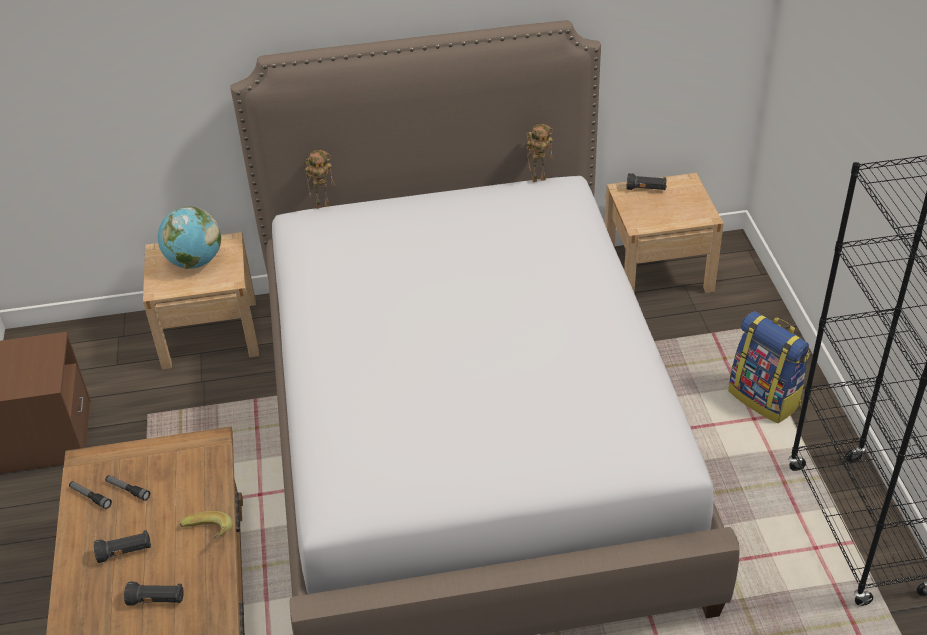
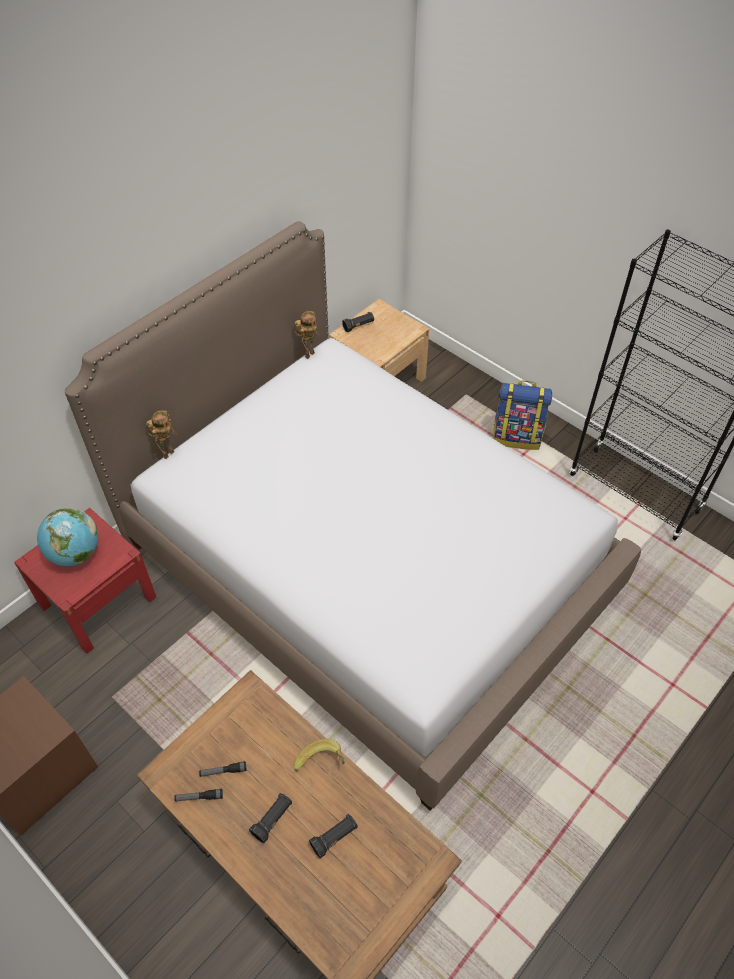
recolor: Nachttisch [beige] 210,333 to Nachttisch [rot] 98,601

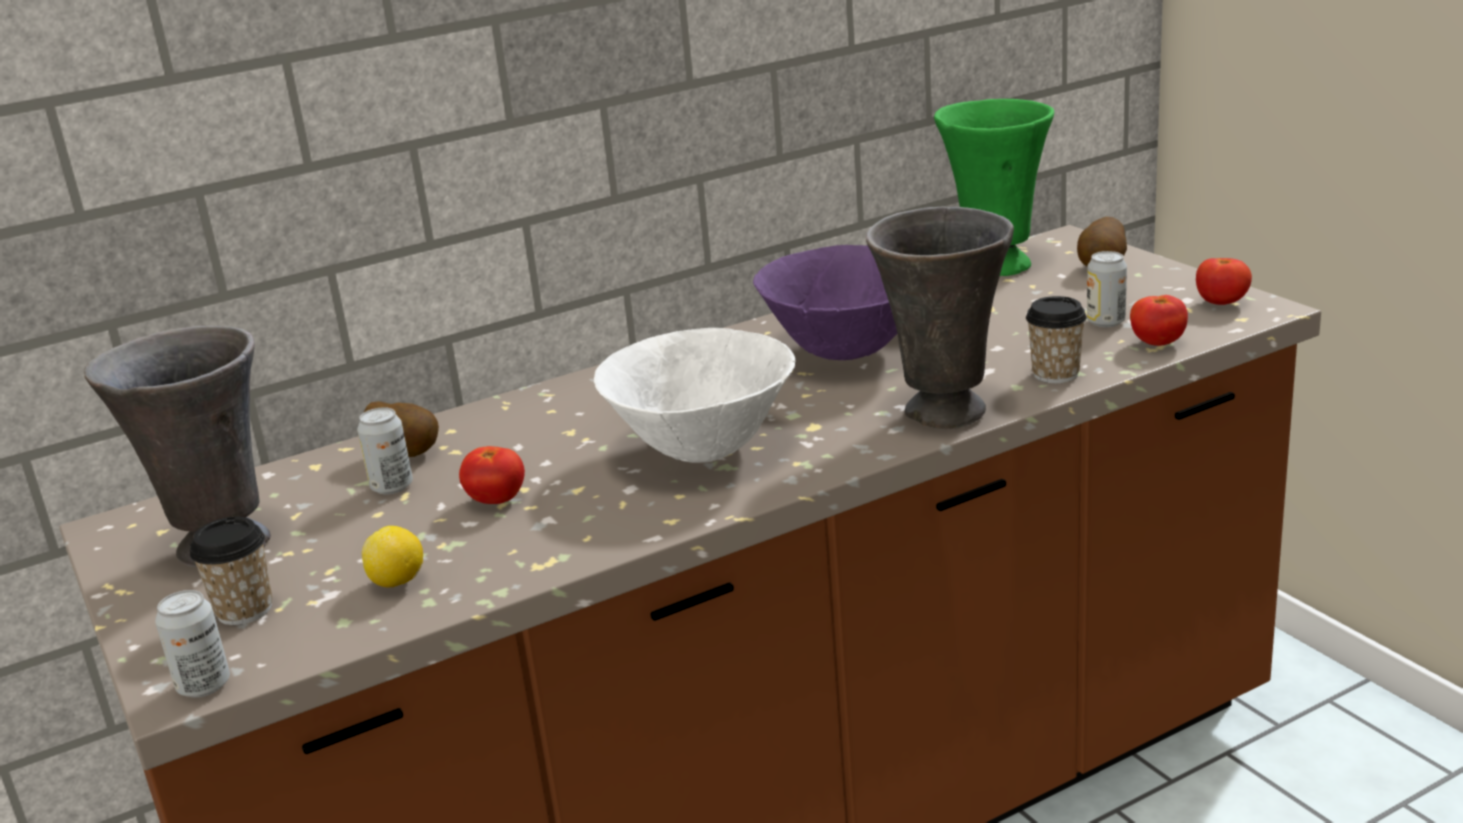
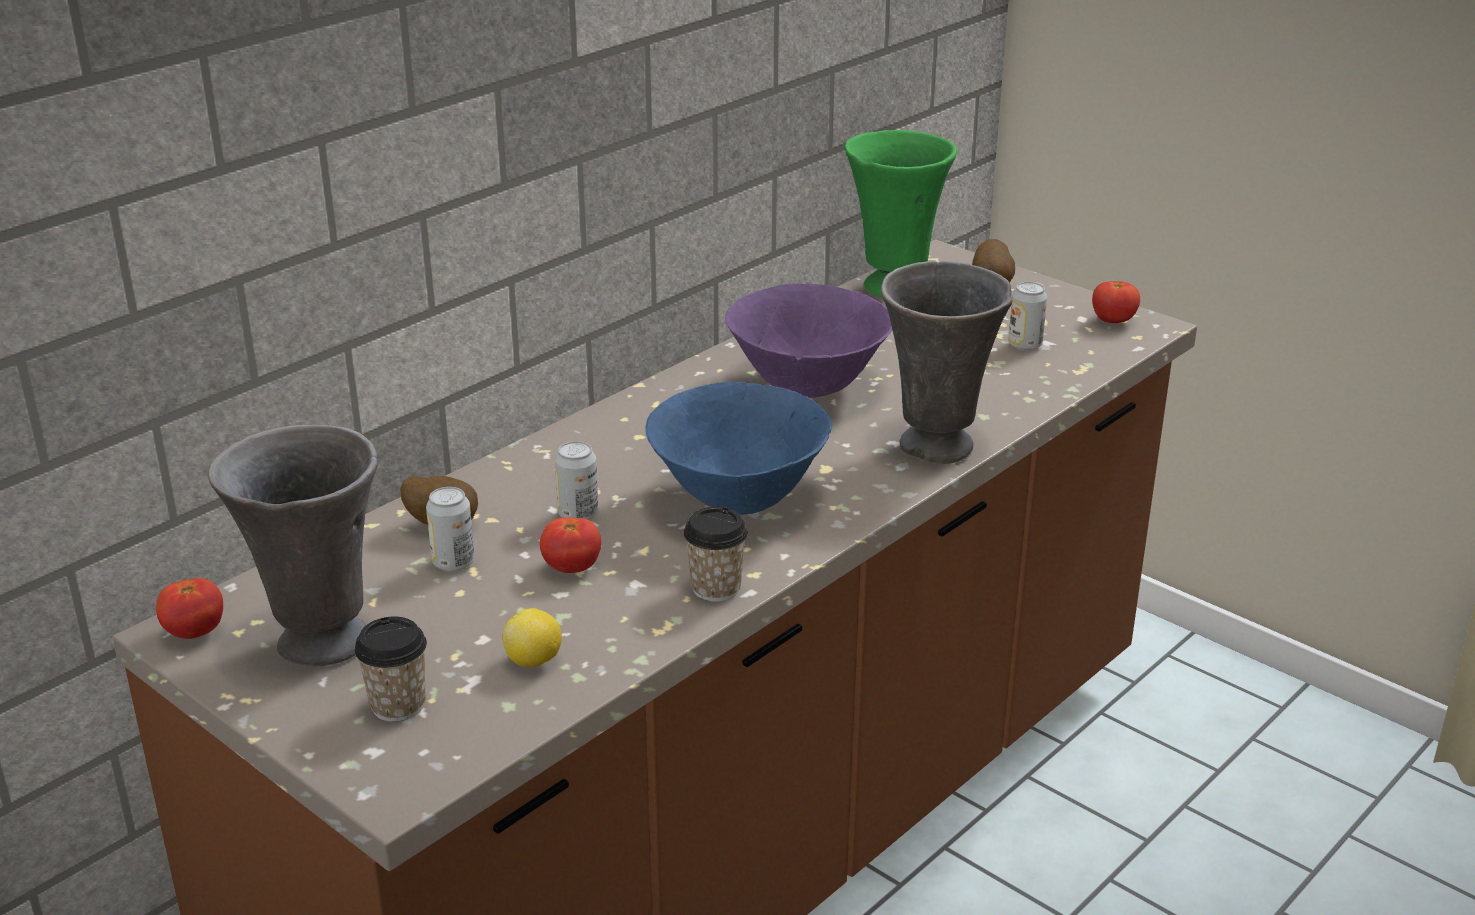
move: Dose 204,685 to 578,514; Tasse 1055,374 to 716,588; Tomate 1157,343 to 195,632
recolor: Schüssel [weiß] 703,450 to Schüssel [blau] 738,500

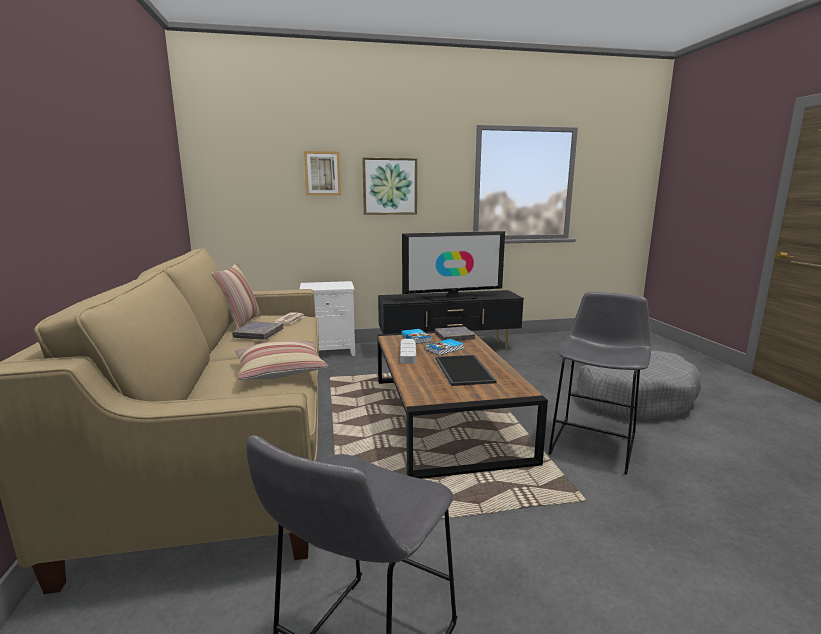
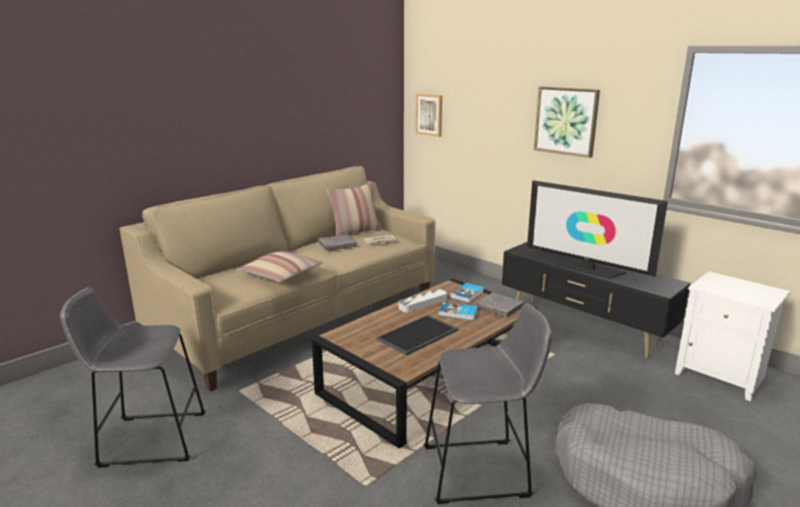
move: Nachttisch [weiß] 330,350 to 721,376; Bild 322,173 to 429,114

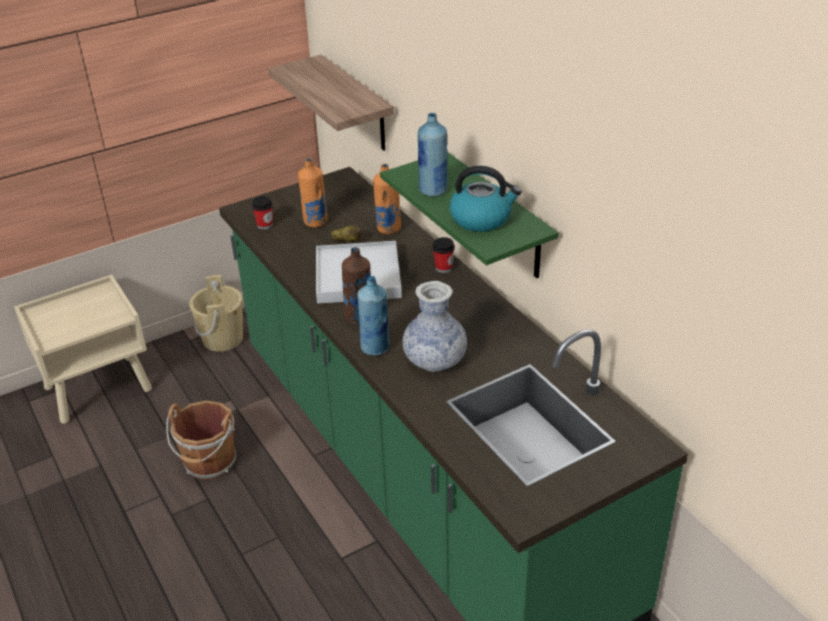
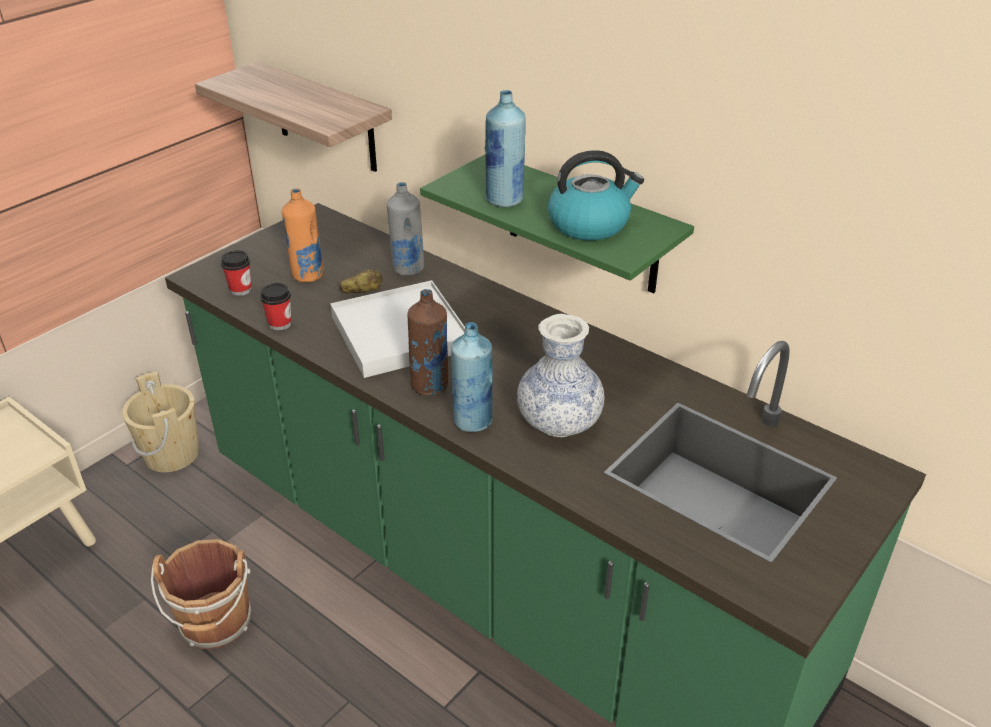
move: Tasse 443,268 to 280,324
recolor: Flasche [orange] 388,228 to Flasche [grau] 407,269

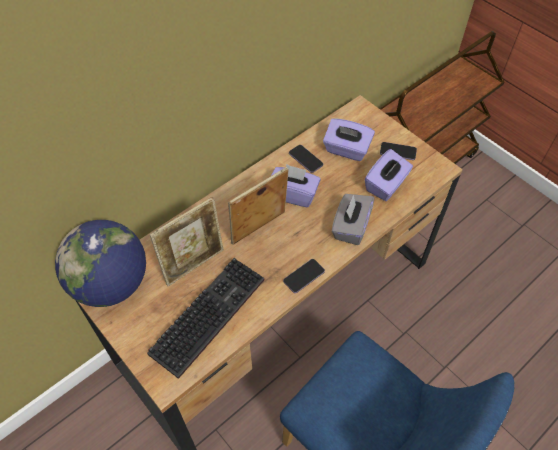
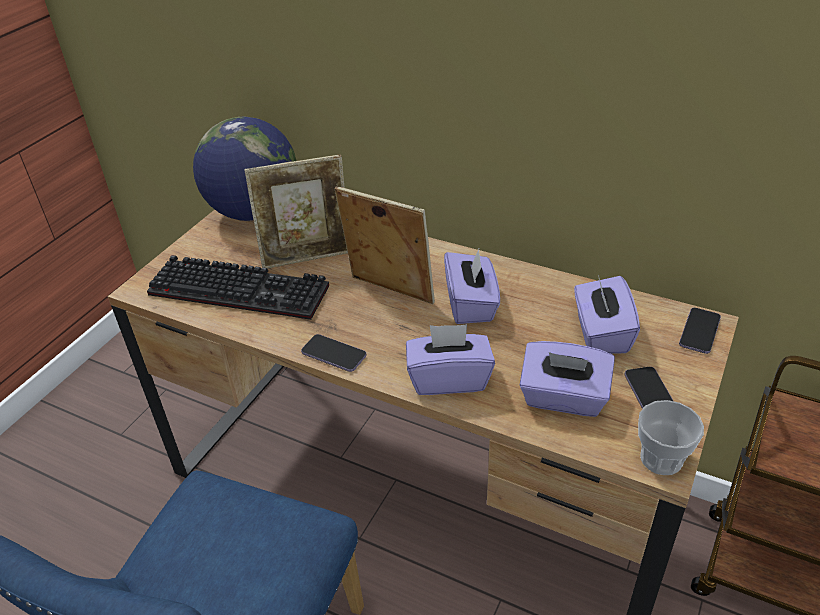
insert: Tasse 661,459
move: Handy 305,159 to 699,332
recolor: Taschentuchbox [grau] 350,227 to Taschentuchbox [lila] 449,378
rotate: Bilderrahmen 194,264 = 307,258 45 degrees counterclockwise

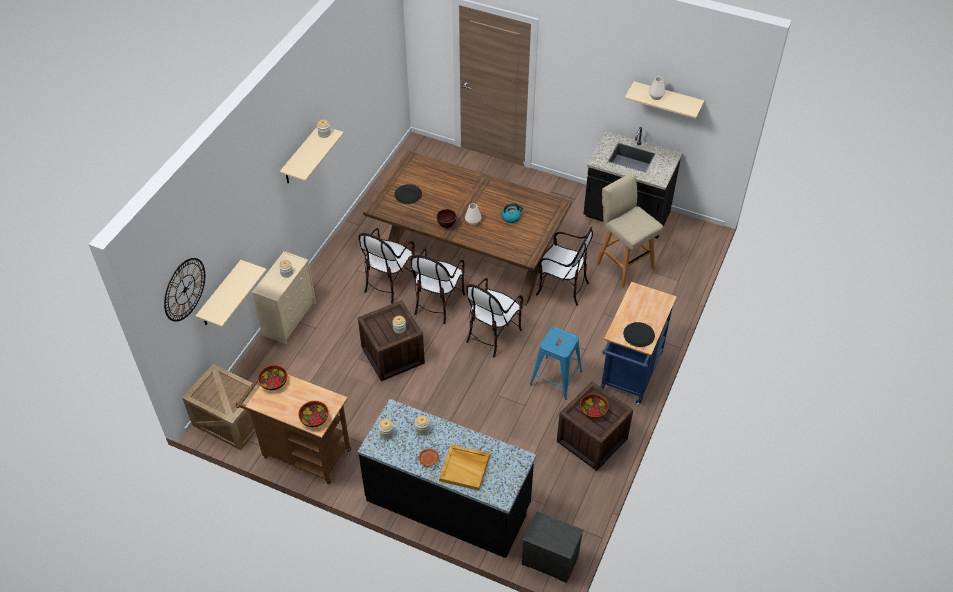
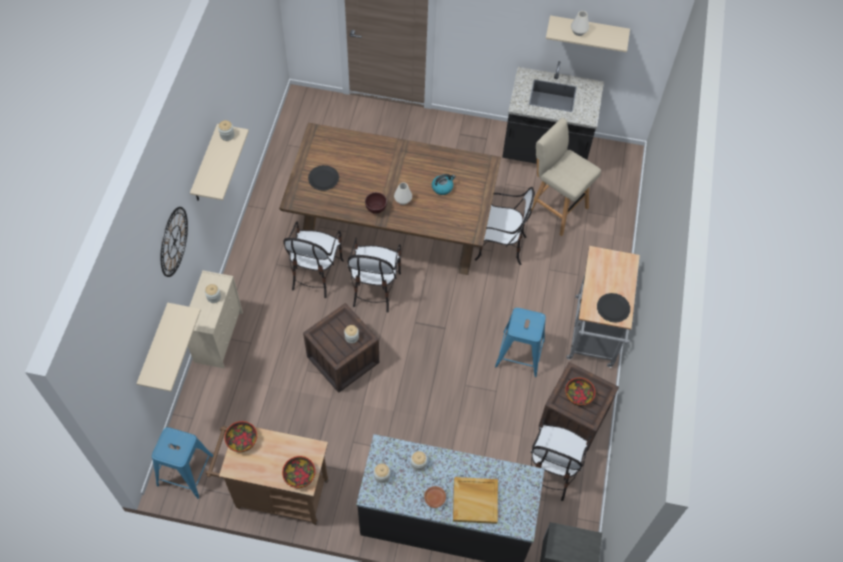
move: Wanduhr 184,289 to 174,241; Stuhl 492,334 to 551,469
replace: Kiste 229,420 to Hocker [blau] 186,471
recolor: Rollwagen [blau] 629,376 to Rollwagen [grau] 593,336

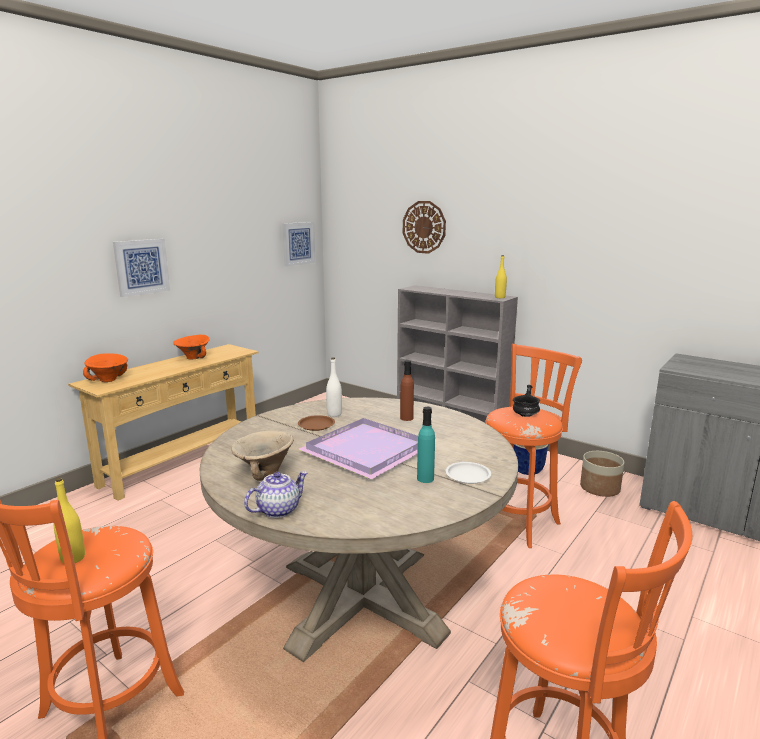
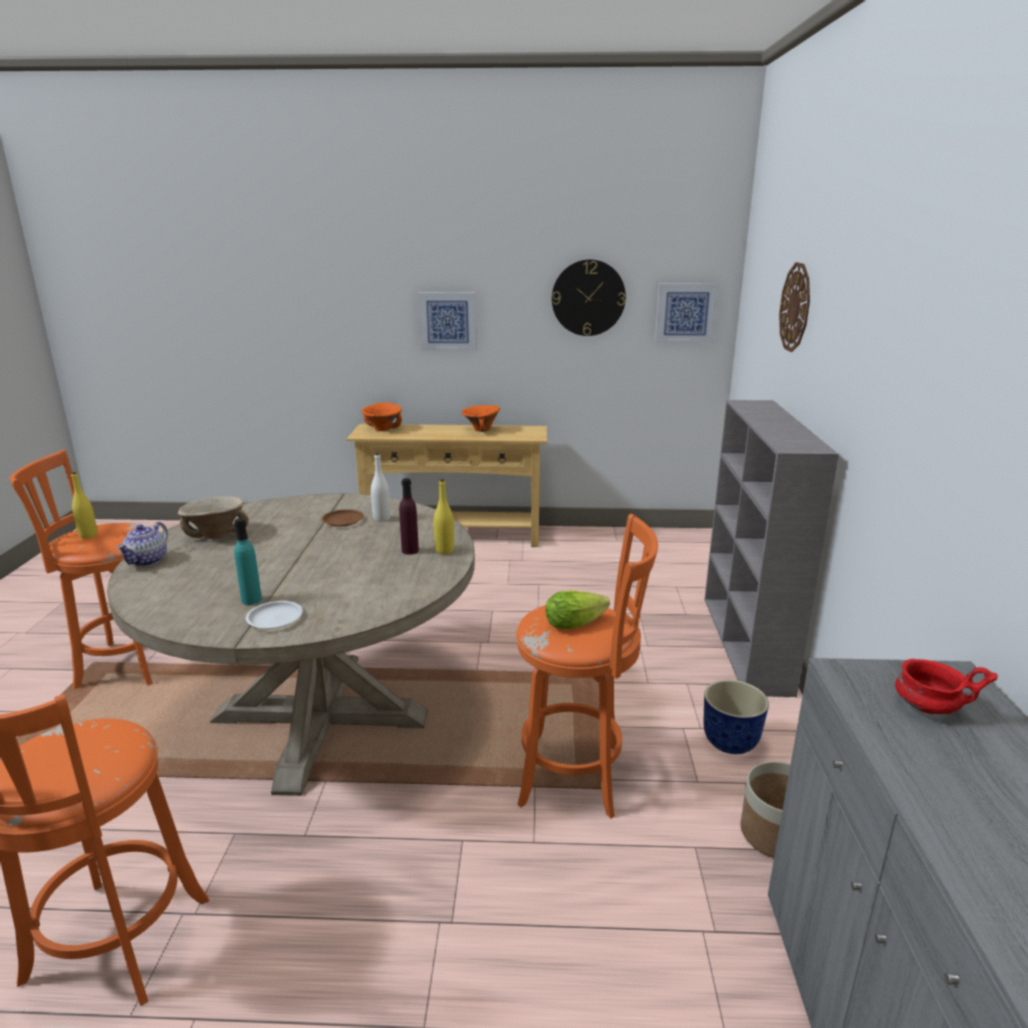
delete: Tablett [lila] 366,449
insert: Wanduhr 588,298; Schüssel [rot] 928,707
move: Flasche [gelb] 500,297 to 444,551
replace: Schüssel [schwarz] 525,414 to Salatkopf 578,622
recolor: Flasche [braun] 406,418 to Flasche [lila] 410,550
rotate: Teekanne 278,510 = 147,561 90 degrees clockwise

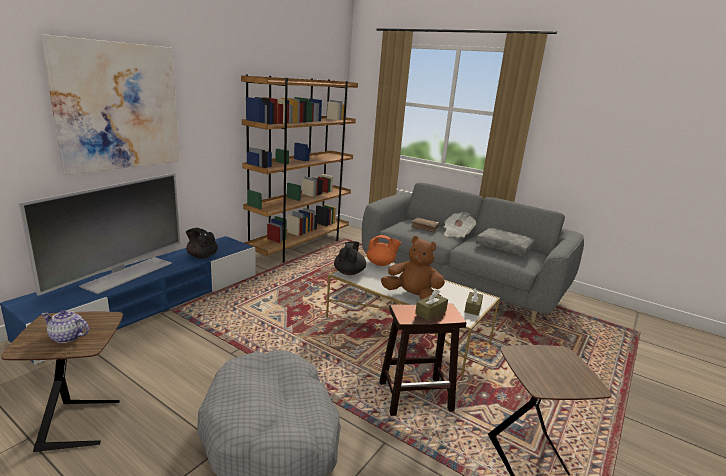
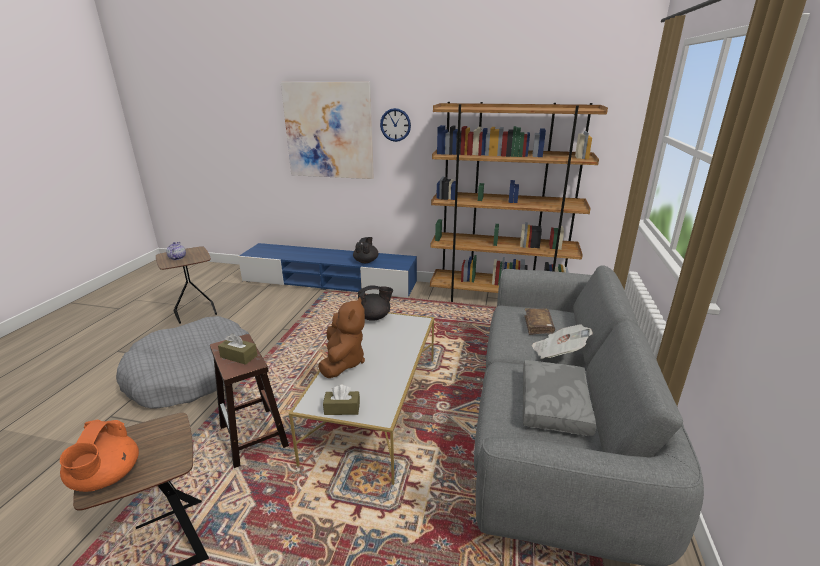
delete: Fernseher 127,274
insert: Wanduhr 395,125
move: Teekanne [orange] 381,264 to 106,478

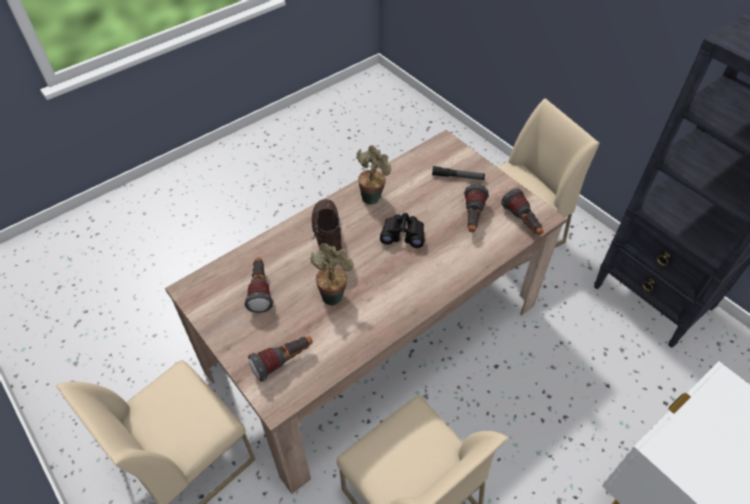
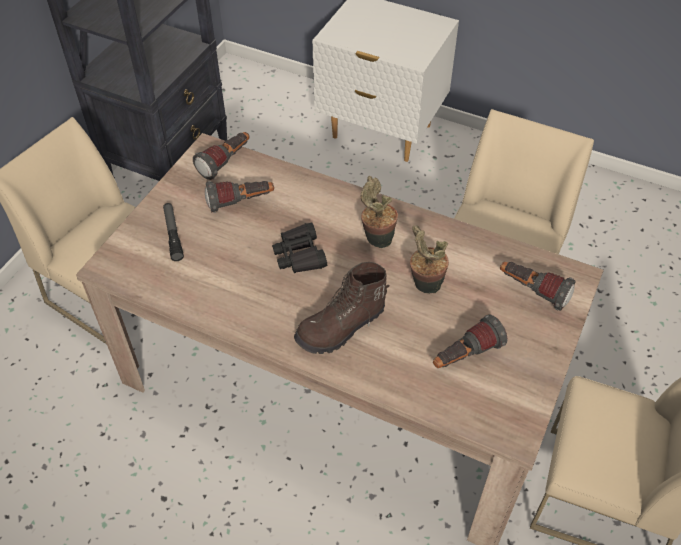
move: Topfpflanze 372,196 to 376,239

